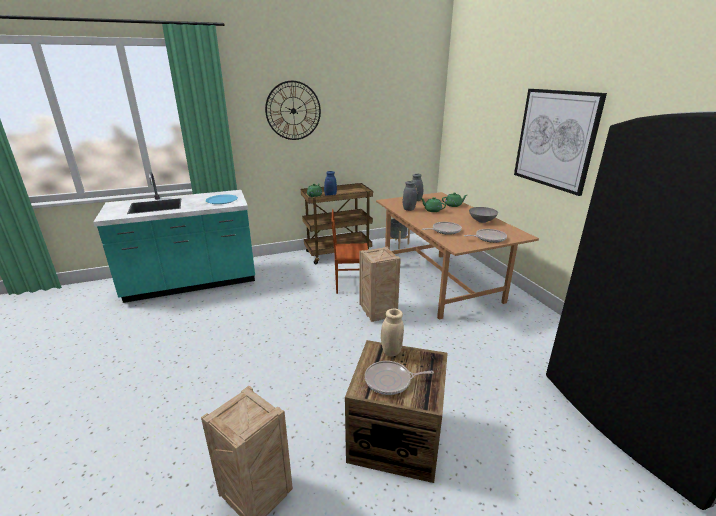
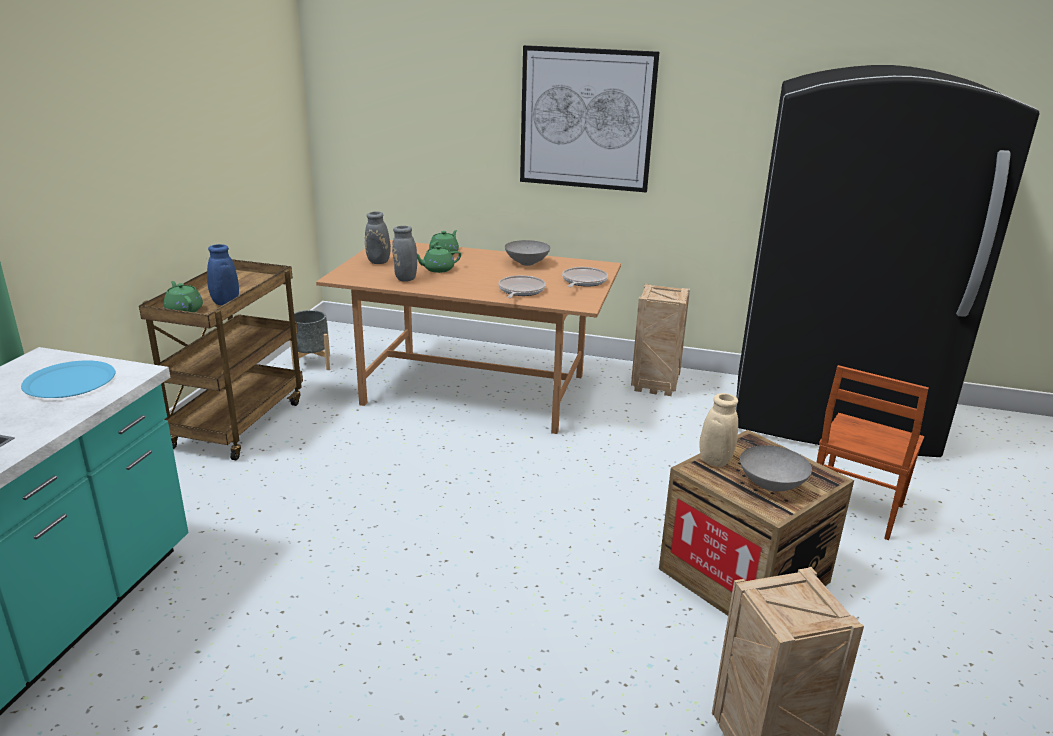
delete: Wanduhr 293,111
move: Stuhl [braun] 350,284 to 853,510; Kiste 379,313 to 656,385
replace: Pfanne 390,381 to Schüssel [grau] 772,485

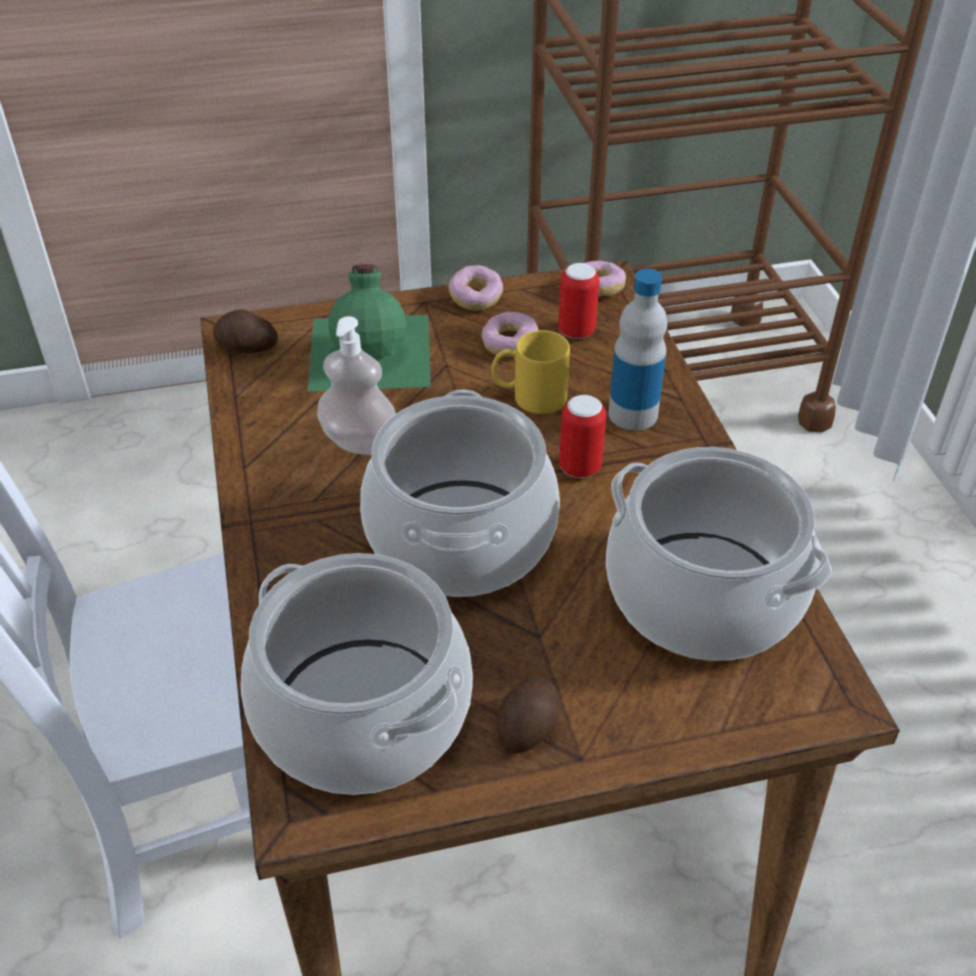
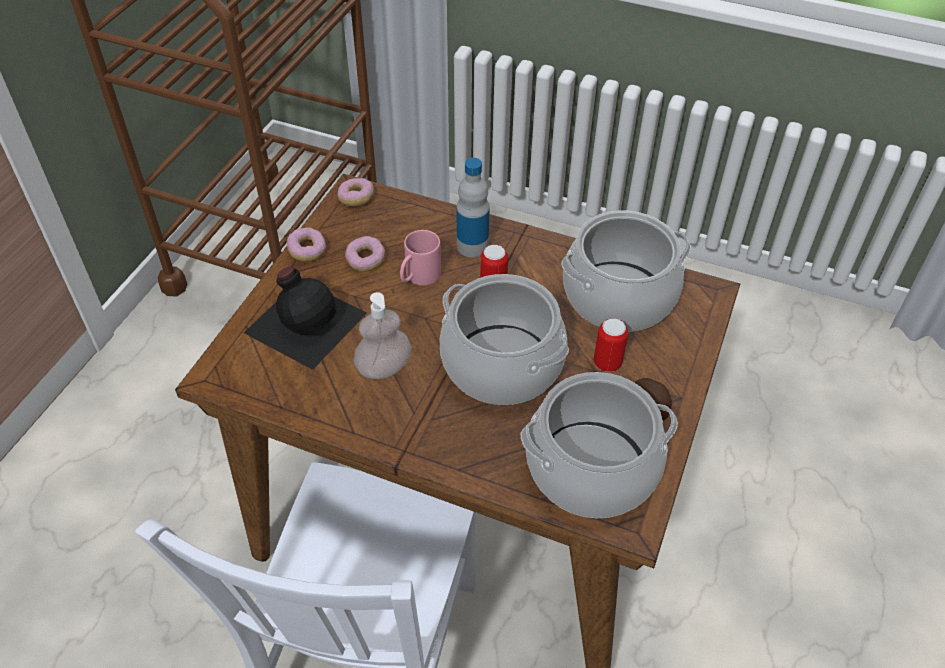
delete: Kartoffel 246,348
move: Dose 576,331 to 607,363
recolor: Flasche [grün] 372,350 to Flasche [schwarz] 305,321; Henkelbecher [gelb] 529,397 to Henkelbecher [rosa] 418,277

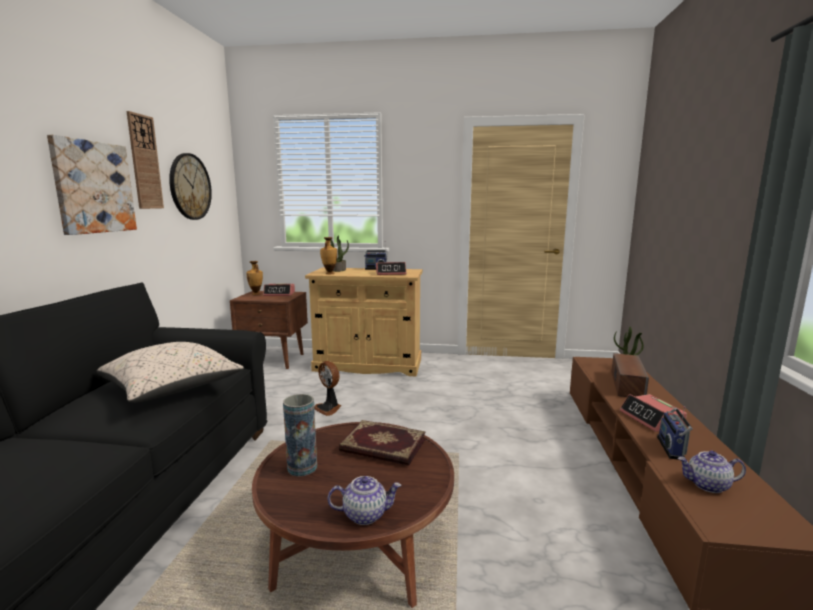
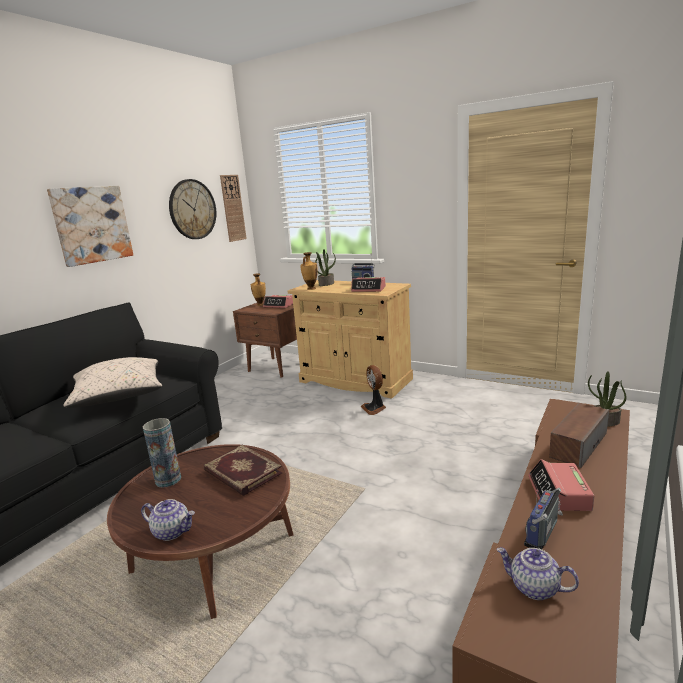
move: Wanduhr 144,162 to 233,208; Ventilator 328,408 to 374,408

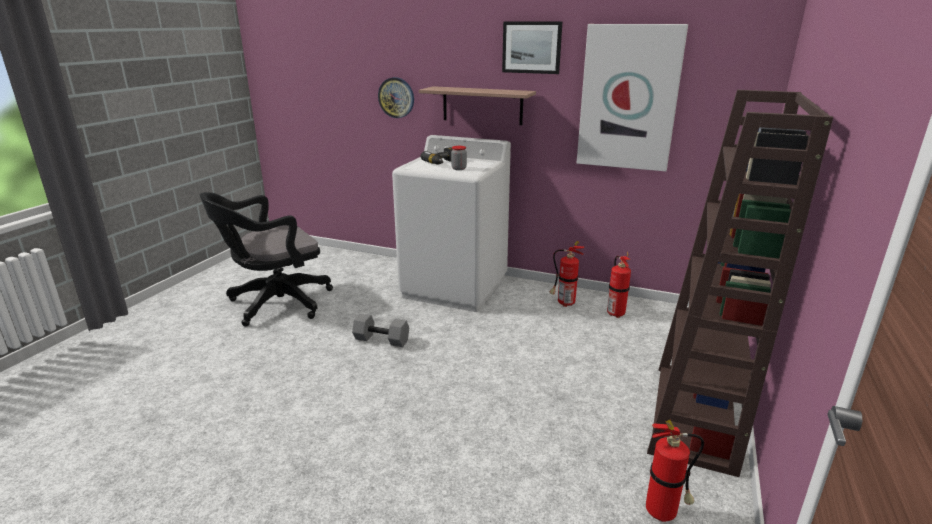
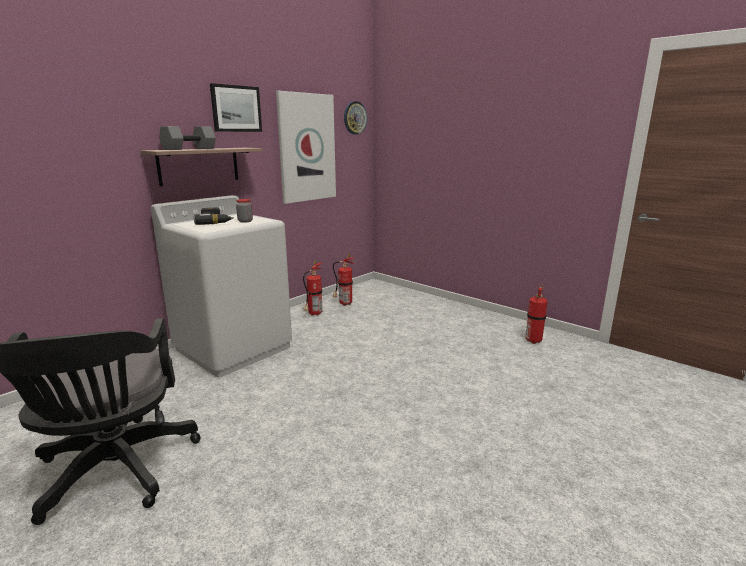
delete: Bücherregal [braun] 695,417
move: Hantel [grau] 382,339 to 189,149; Wanduhr 396,97 to 354,118

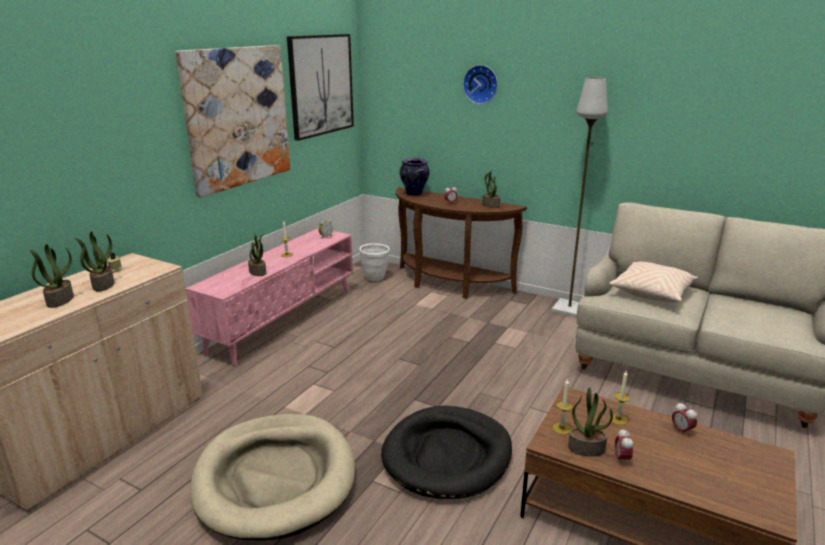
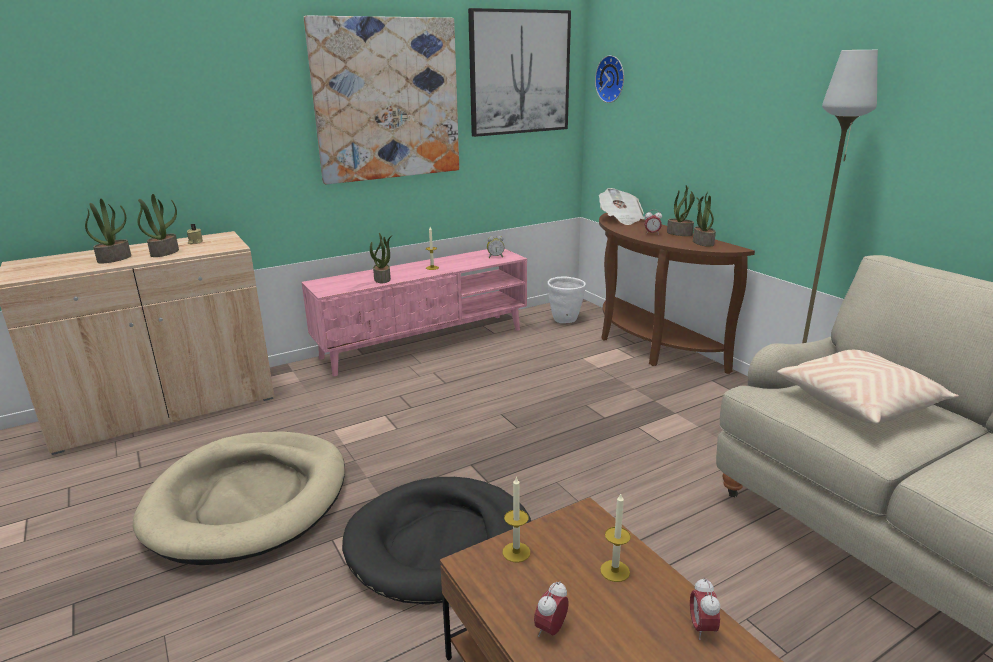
move: Wanduhr 481,84 to 612,79; Topfpflanze 586,448 to 680,233
replace: Vase 414,194 to Zeitung 620,219

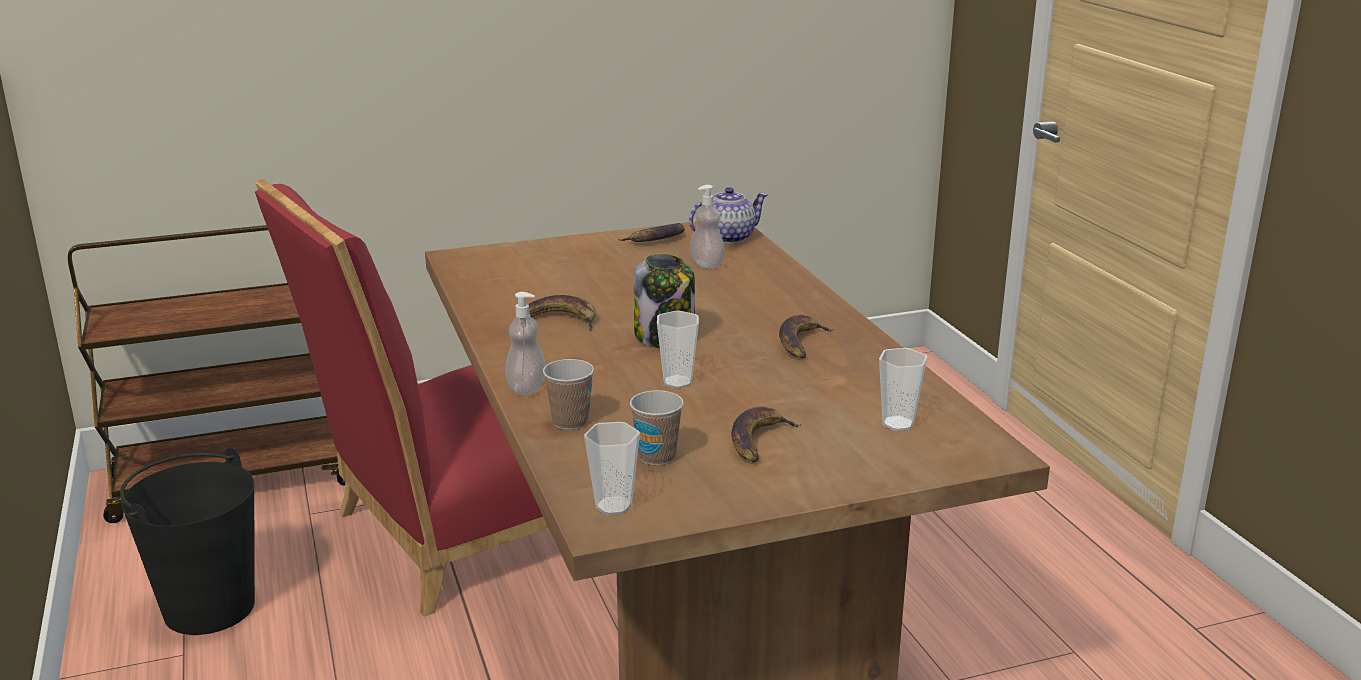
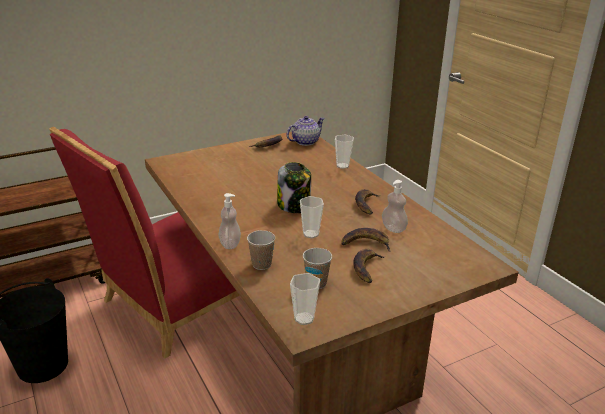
move: Banane 561,319 to 366,243; Seifenspender 707,264 to 393,228; Tasse 898,424 to 342,166

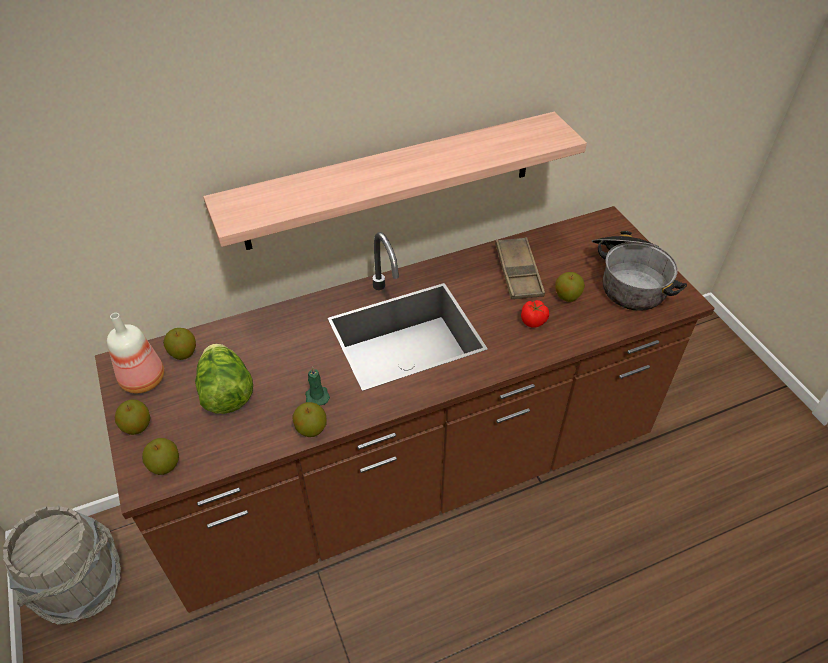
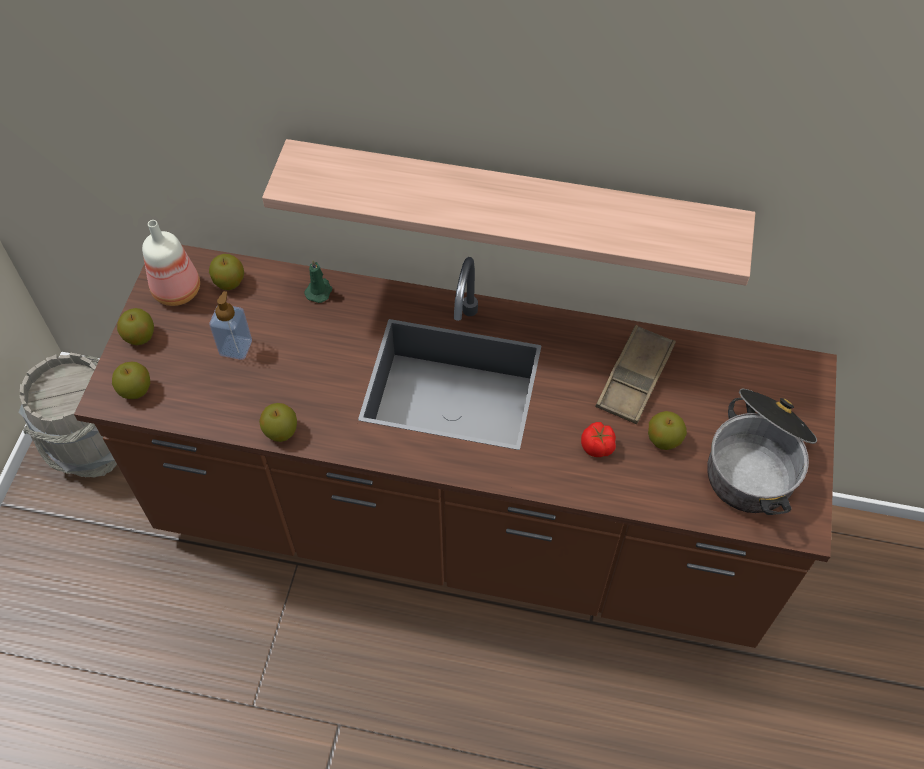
move: Kerze [grün] 317,395 to 319,291
replace: Salatkopf 226,393 to Seifenspender 236,347

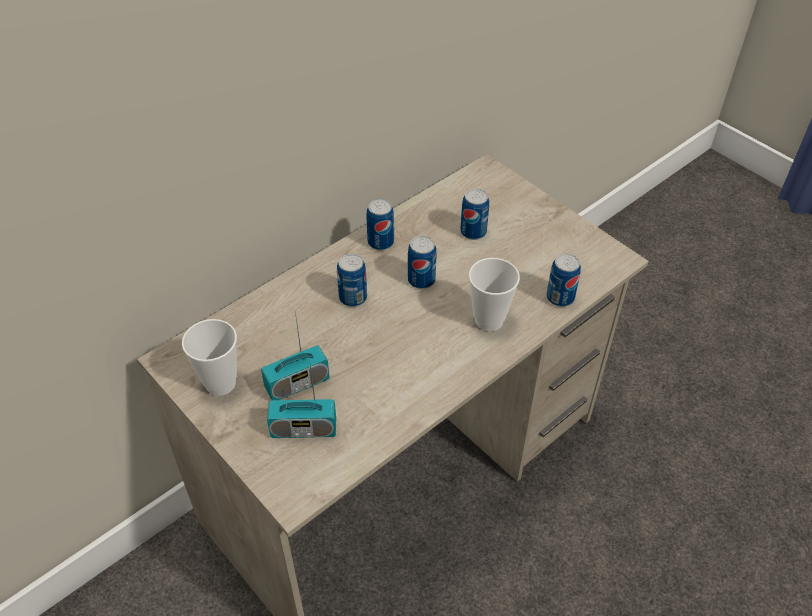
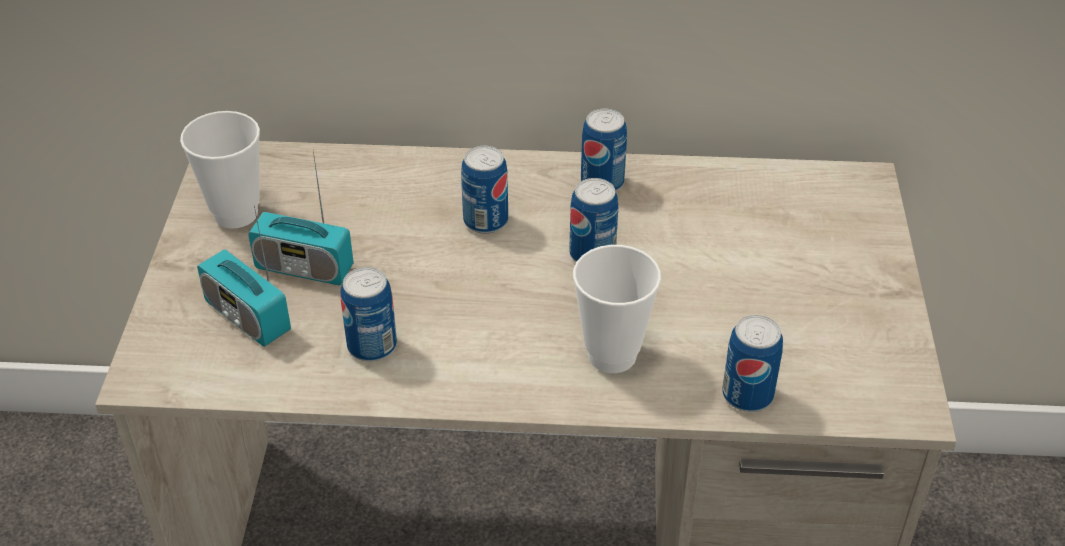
move: Dose 473,232 to 372,346

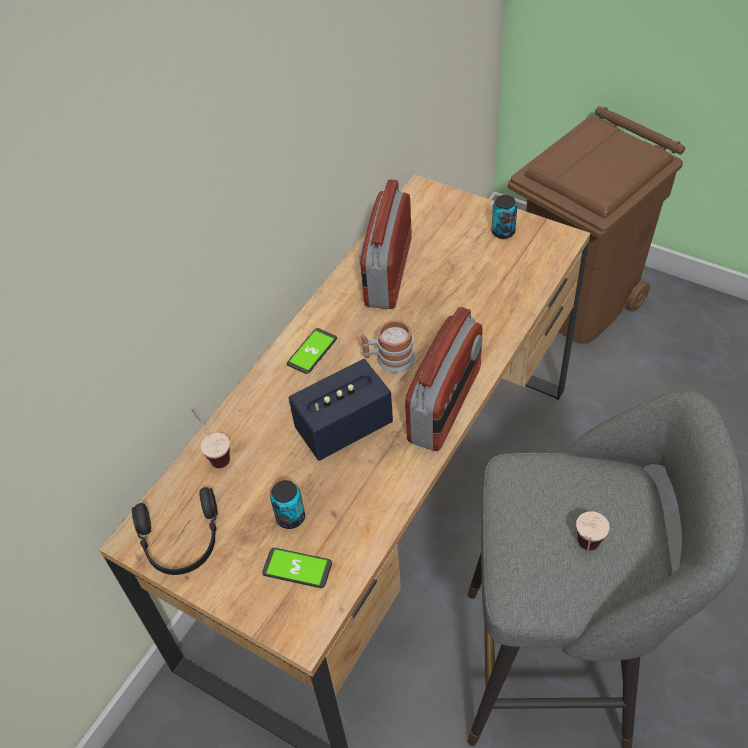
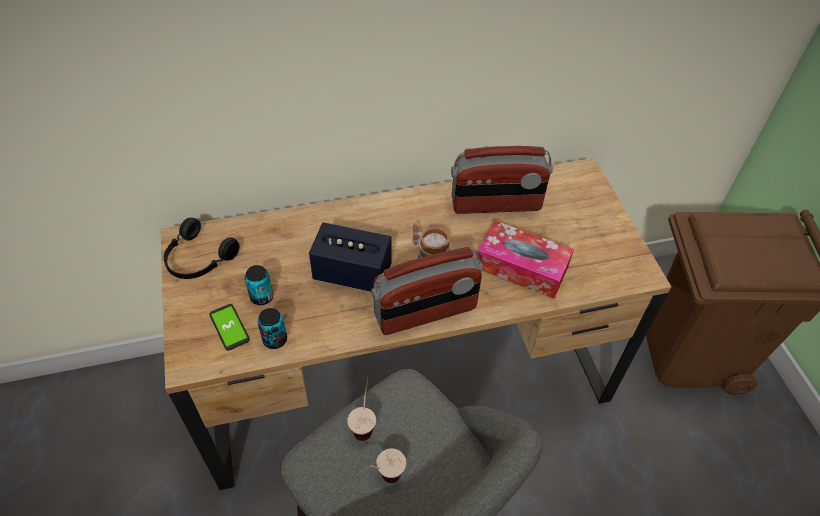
delete: Handy 312,351
insert: Taschentuchbox 521,267
move: Tasse 214,453 to 364,421; Dose 503,232 to 275,339
rotate: Radio 387,272 = 496,205 150 degrees counterclockwise

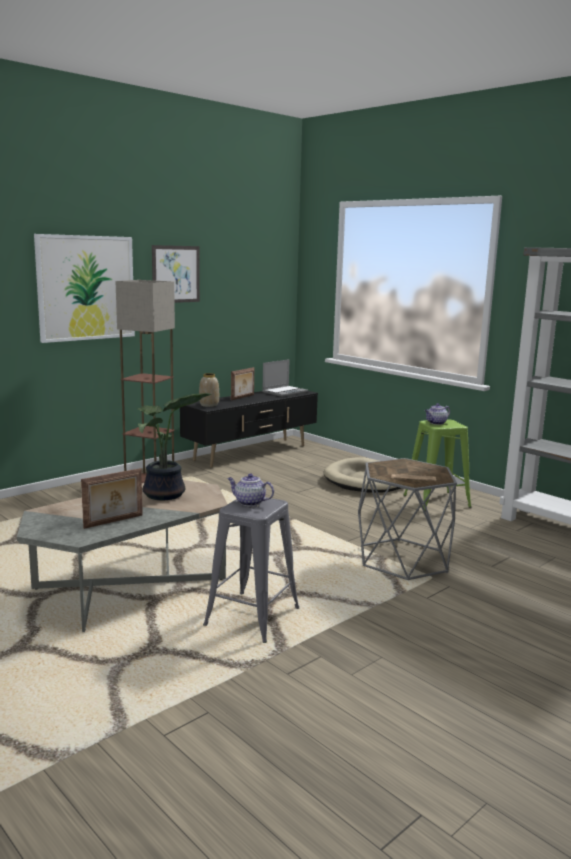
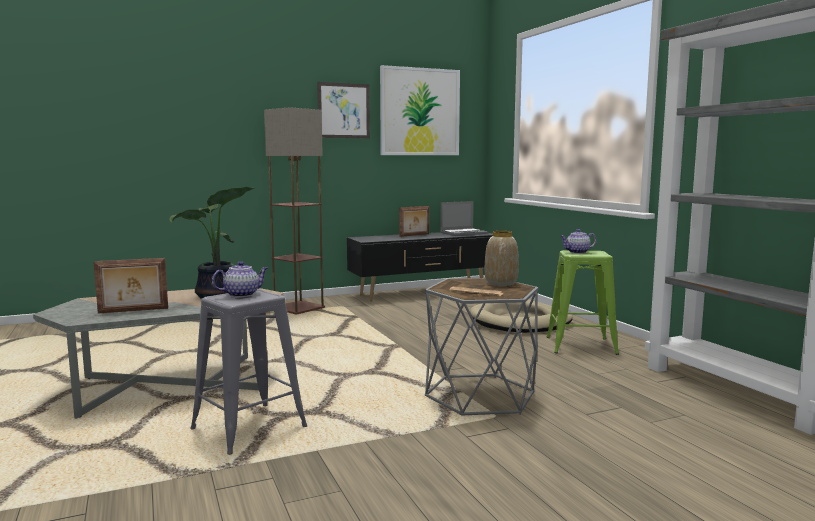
move: Bild 86,288 to 419,112; Vase 209,405 to 501,283
rotate: Teekanne 249,502 = 242,294 105 degrees clockwise

